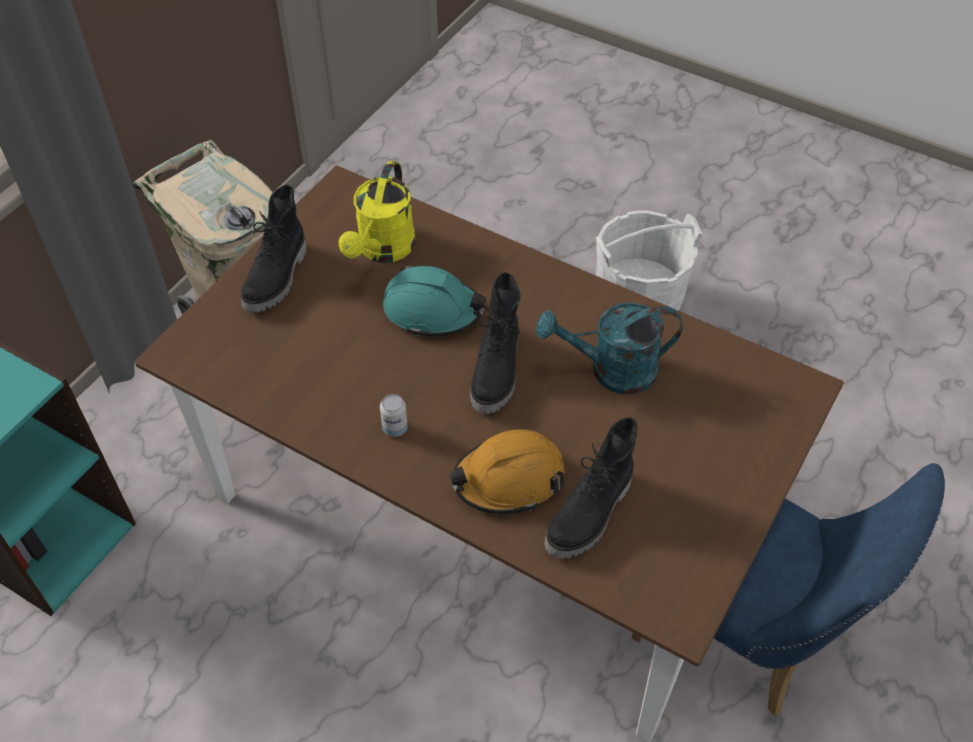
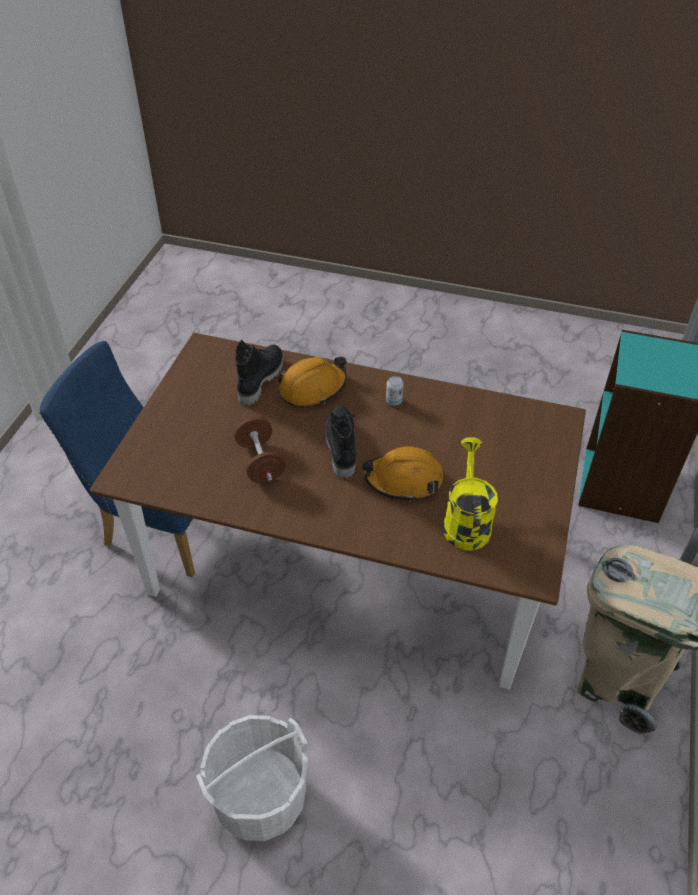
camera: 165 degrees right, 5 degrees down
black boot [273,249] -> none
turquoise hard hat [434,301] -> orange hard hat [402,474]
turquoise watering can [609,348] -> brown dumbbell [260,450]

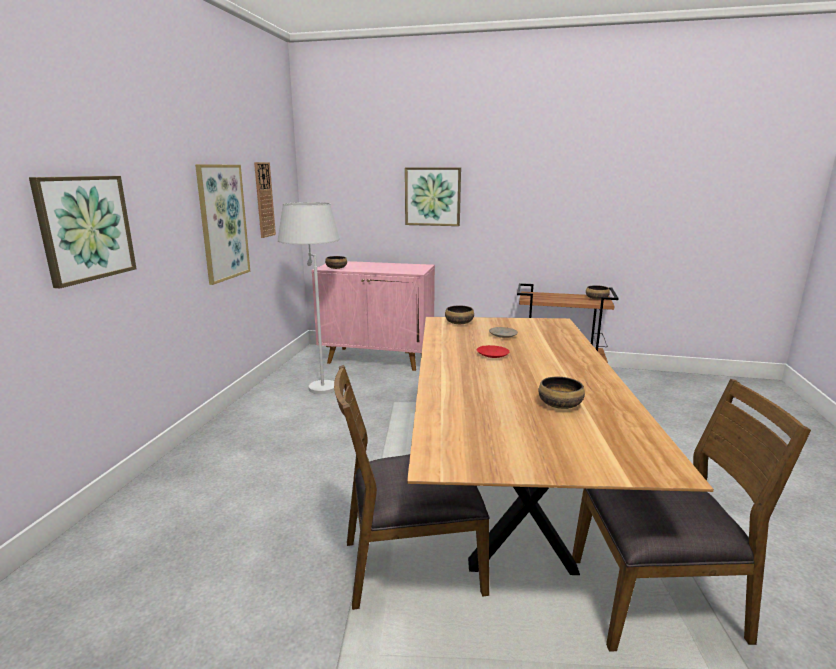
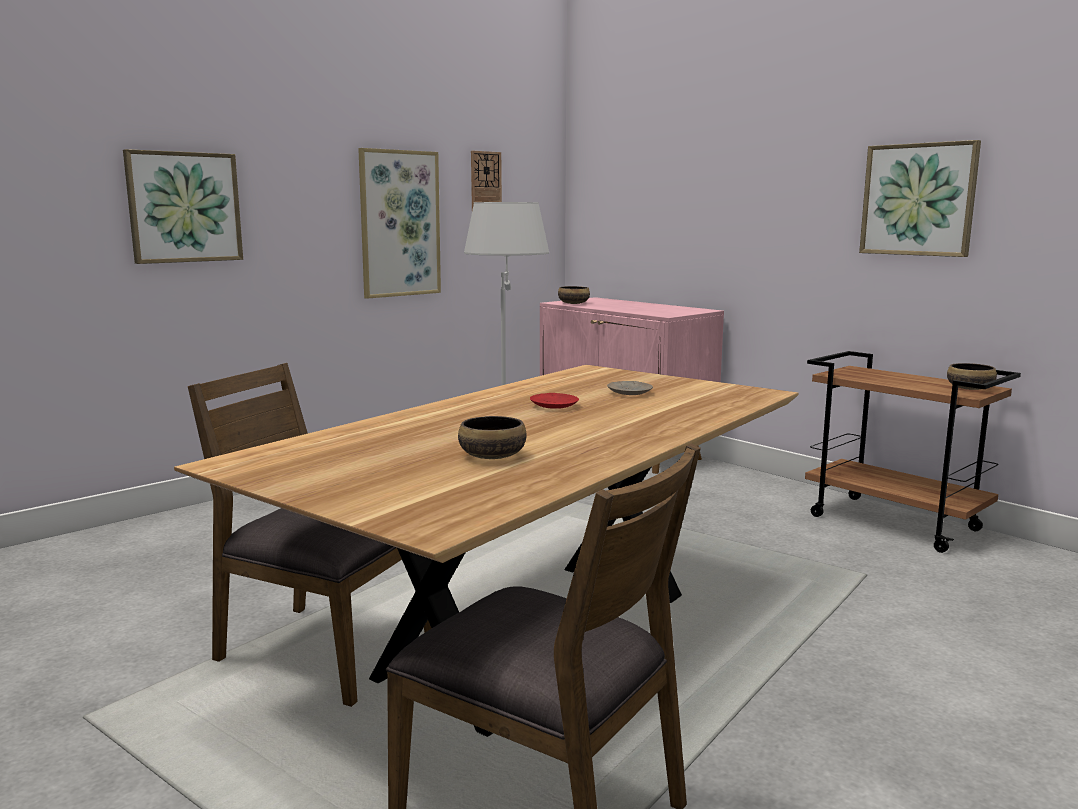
camera: 35 degrees right, 5 degrees down
picture [433,196] -> picture [920,198], shifted
bowl [459,315] -> none

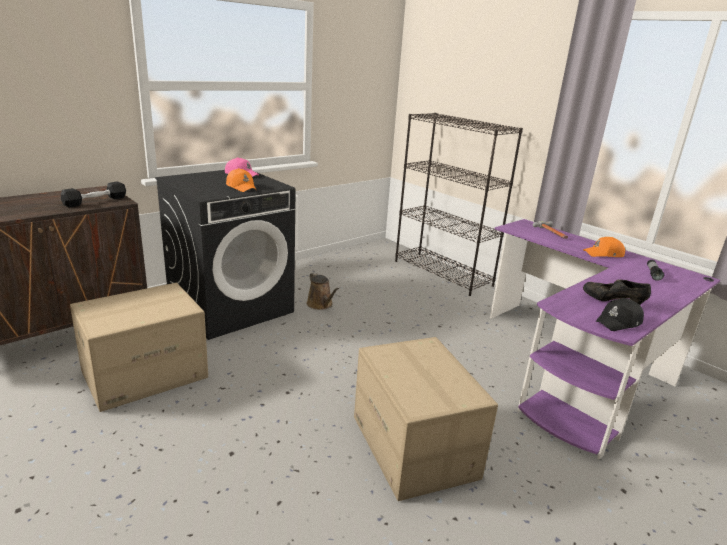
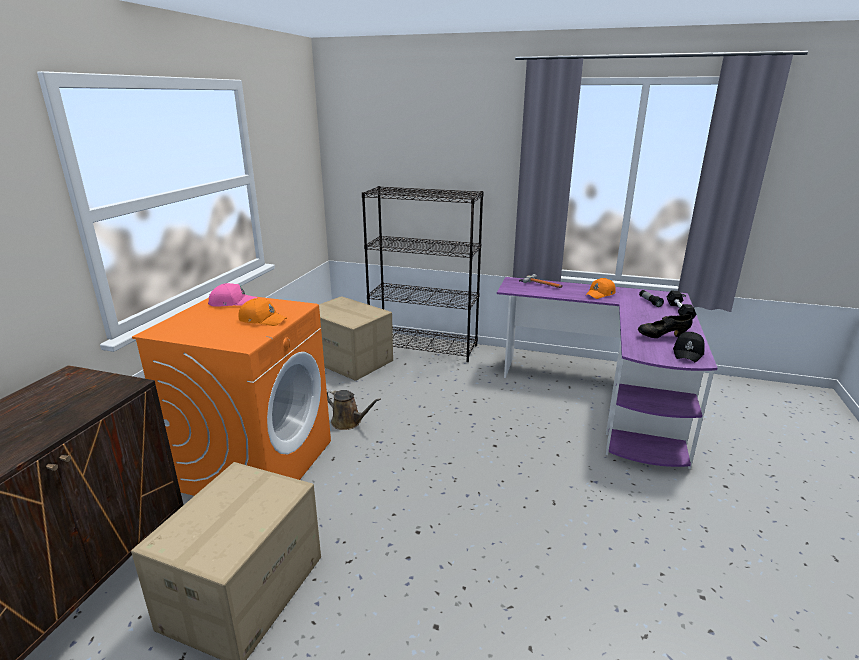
camera: 30 degrees left, 0 degrees up
black dumbbell [93,194] -> black dumbbell [681,305], shifted
black washing machine [225,255] -> orange washing machine [231,396]
cardboard box [426,419] -> cardboard box [356,338], shifted

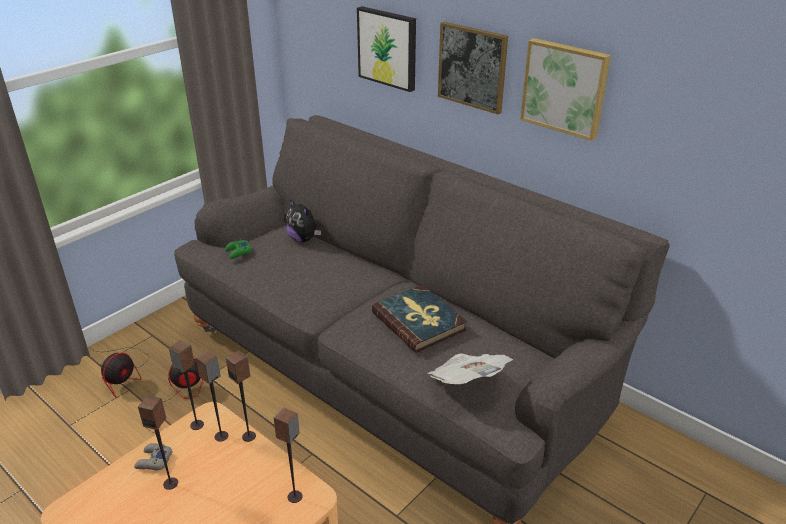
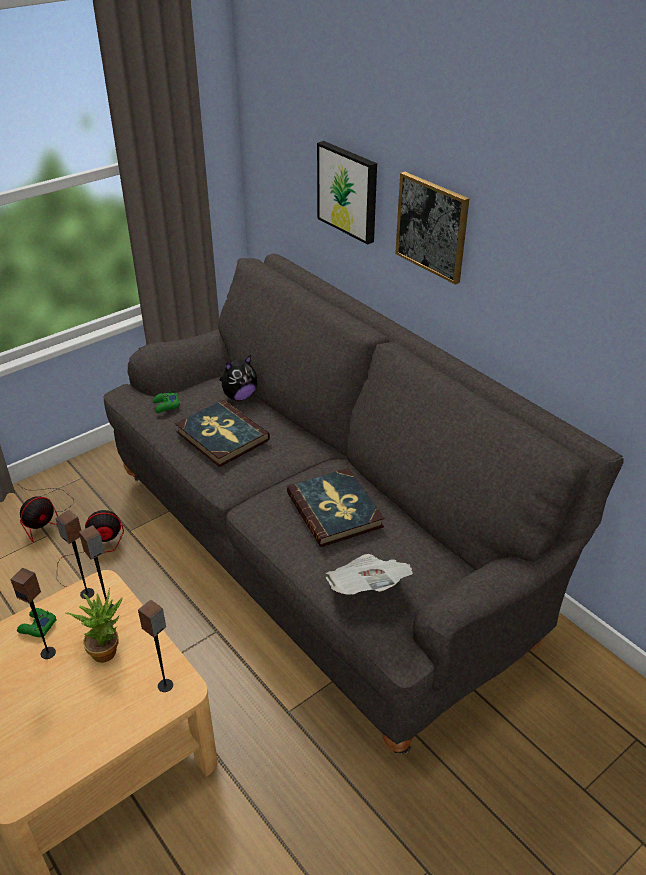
camera: 10 degrees right, 5 degrees up
grey game controller [153,456] -> green game controller [37,622]
speaker [241,396] -> none
plush toy [303,220] -> plush toy [238,377], 90 degrees counterclockwise
picture [565,89] -> none
none -> potted plant [94,625]
none -> book [222,433]

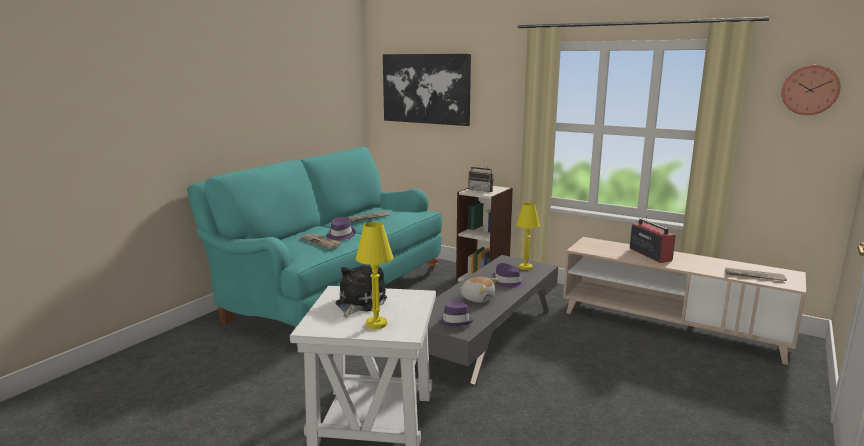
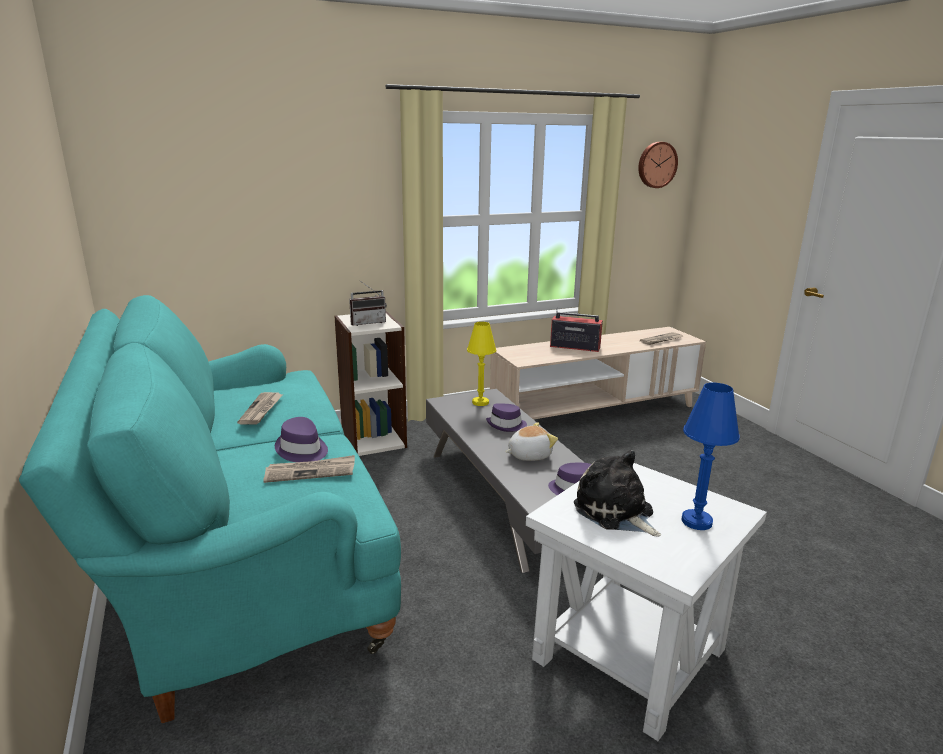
camera: 55 degrees left, 5 degrees up
yellow table lamp [374,275] -> blue table lamp [710,456]
picture [427,90] -> none

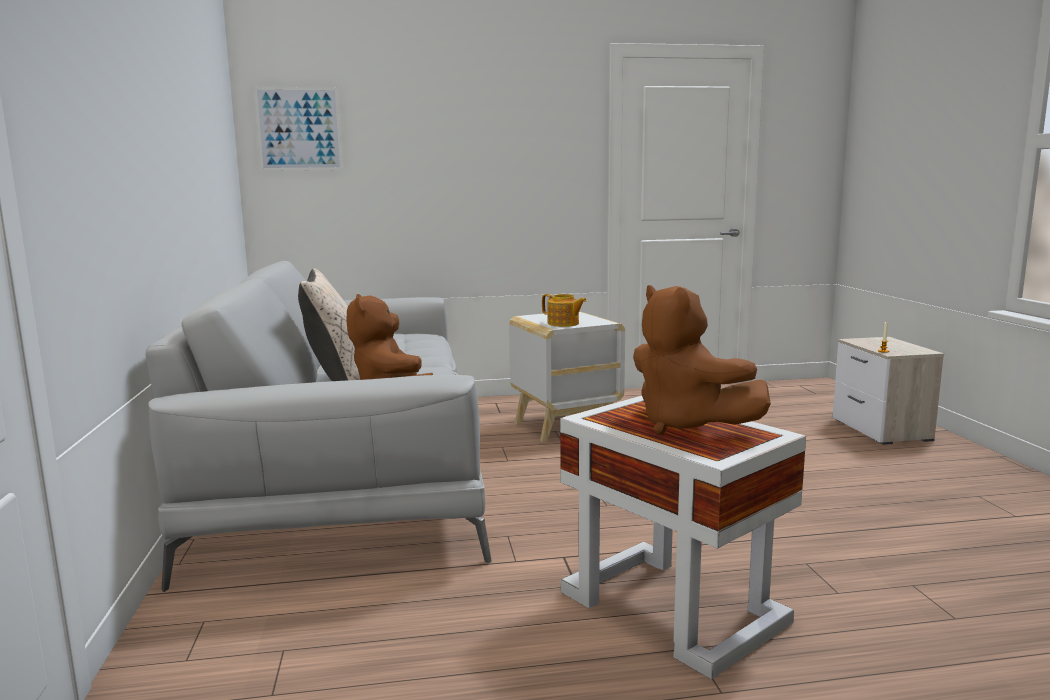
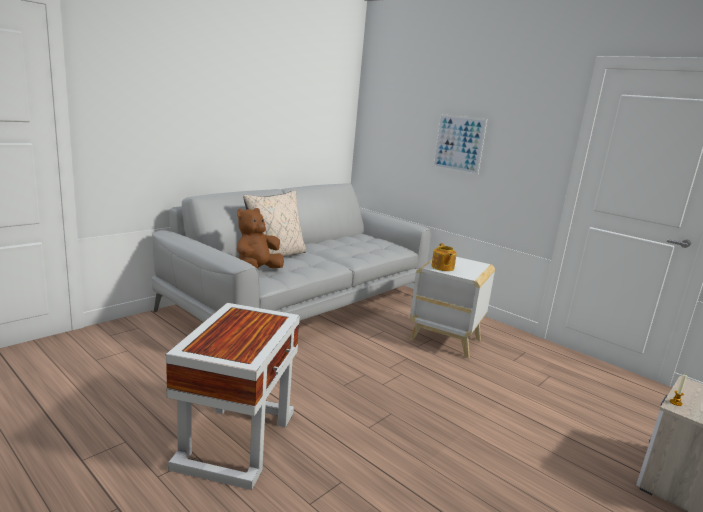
camera: 50 degrees right, 5 degrees up
picture [298,129] -> picture [459,144], shifted
brown plush toy [702,360] -> none

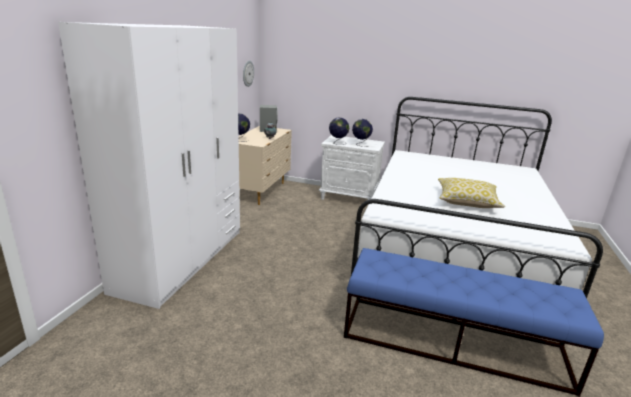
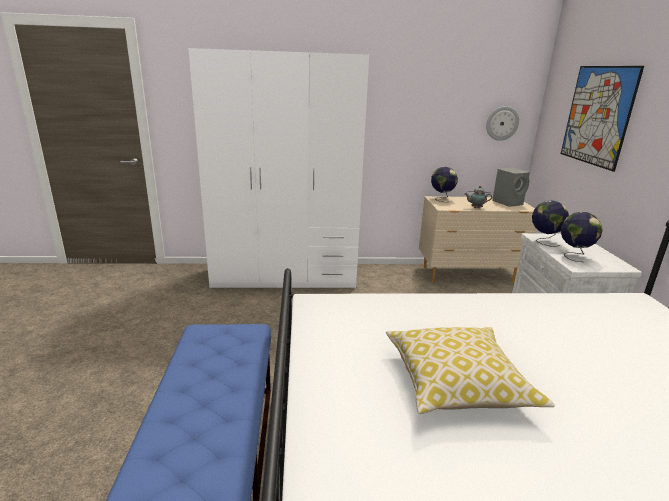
camera: 70 degrees right, 0 degrees up
none -> picture [602,119]

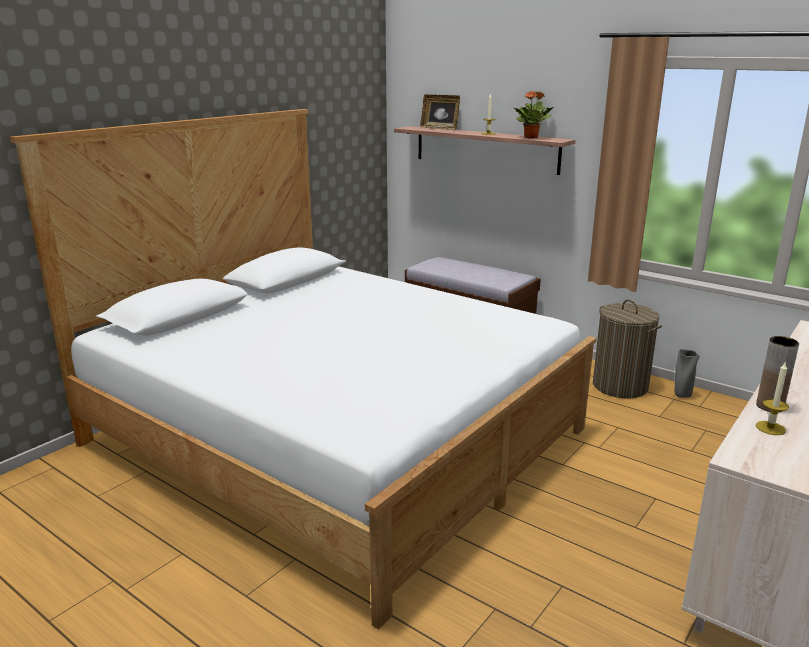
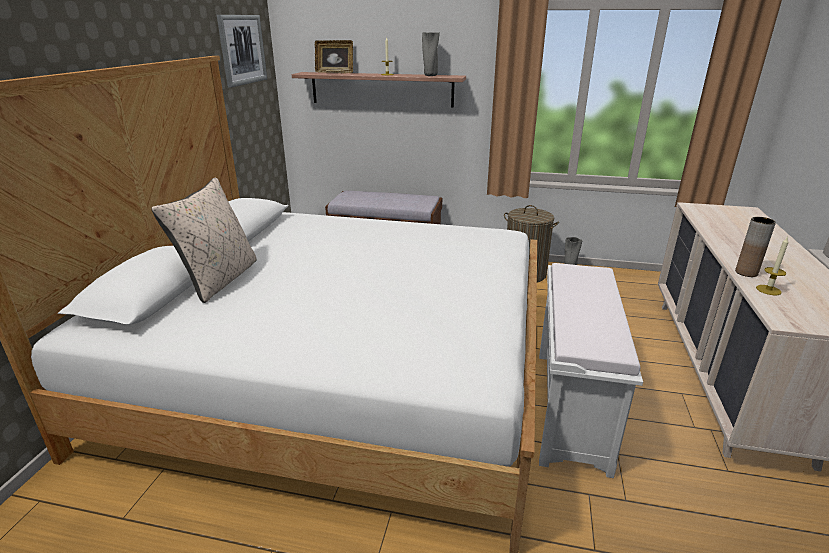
camera: 25 degrees left, 5 degrees up
potted plant [534,115] -> grey vase [431,54]
none -> beige pillow [204,240]
none -> picture [242,51]
none -> white bench [591,370]

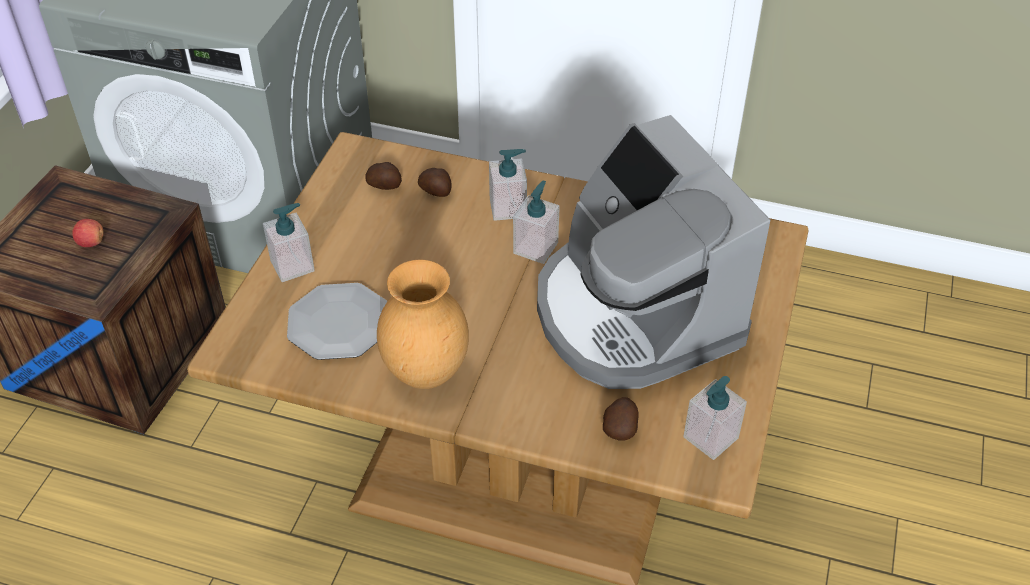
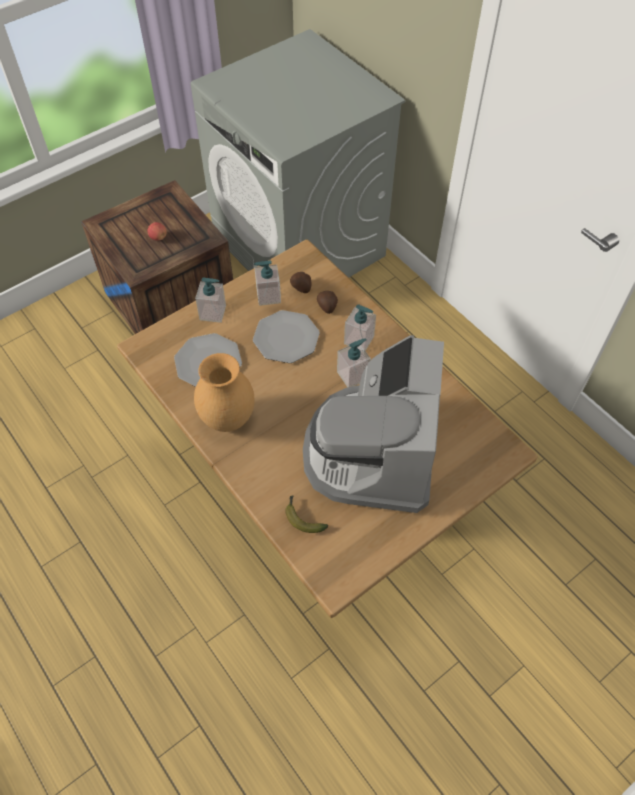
camera: 35 degrees right, 10 degrees up
potato [621,419] -> banana [306,514]
soap dispenser [715,418] -> soap dispenser [267,283], shifted
none -> plate [286,336]

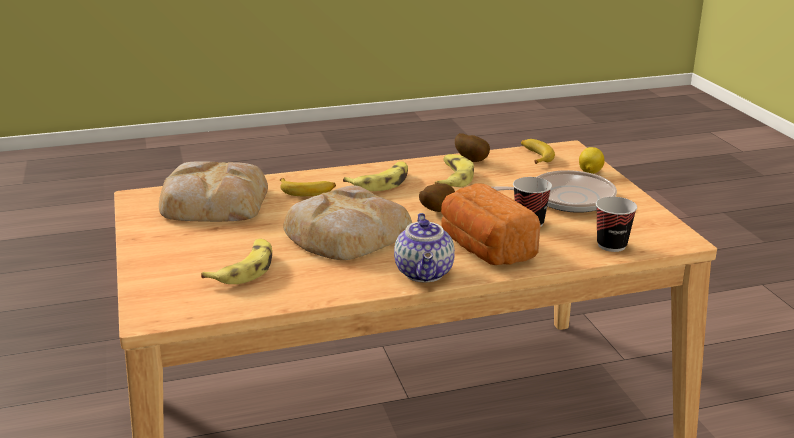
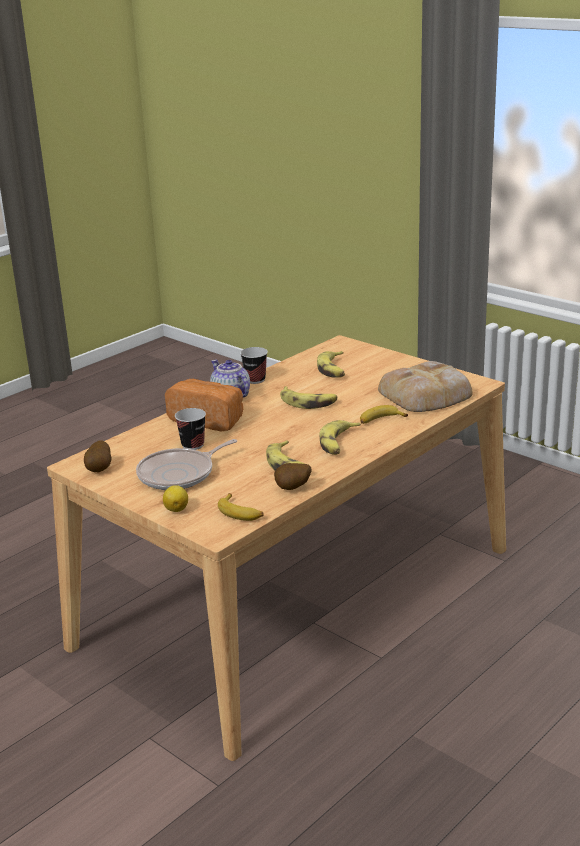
camera: 150 degrees right, 0 degrees up
bread [347,222] -> banana [308,397]
potato [437,197] -> potato [98,456], shifted
cup [616,224] -> cup [254,365], shifted

